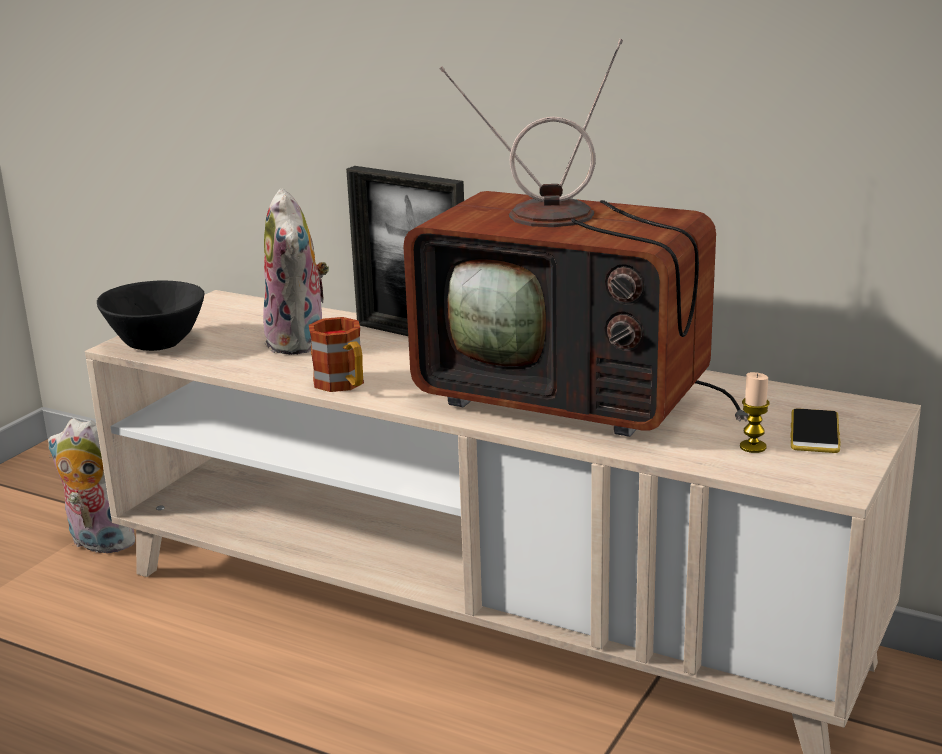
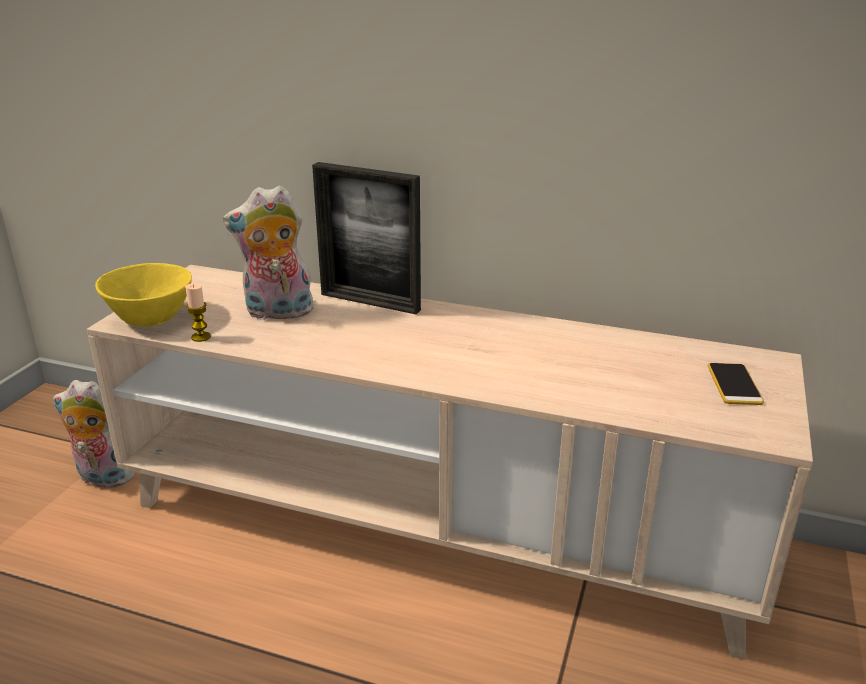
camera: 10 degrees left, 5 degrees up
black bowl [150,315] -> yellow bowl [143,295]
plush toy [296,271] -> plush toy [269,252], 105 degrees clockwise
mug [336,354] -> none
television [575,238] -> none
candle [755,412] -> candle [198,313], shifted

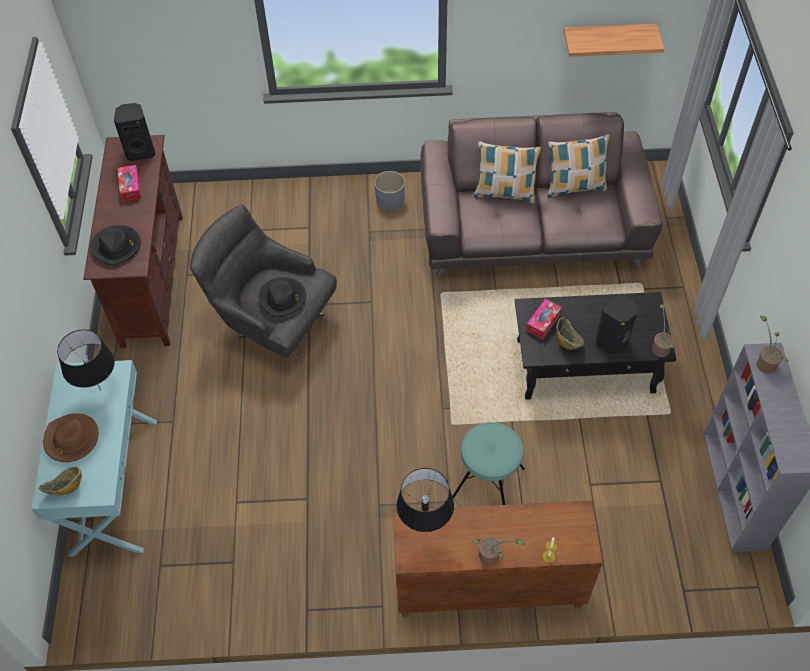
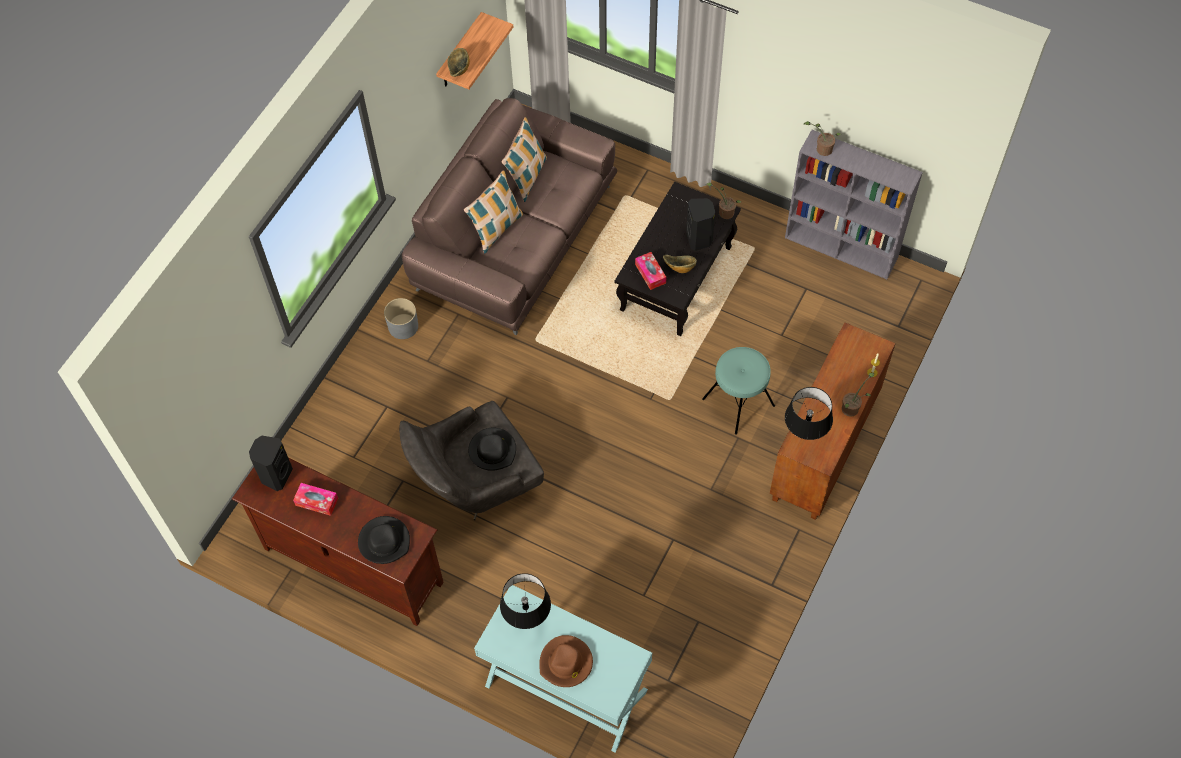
camera: 60 degrees left, 5 degrees up
bowl [60,481] -> bowl [458,62], shifted

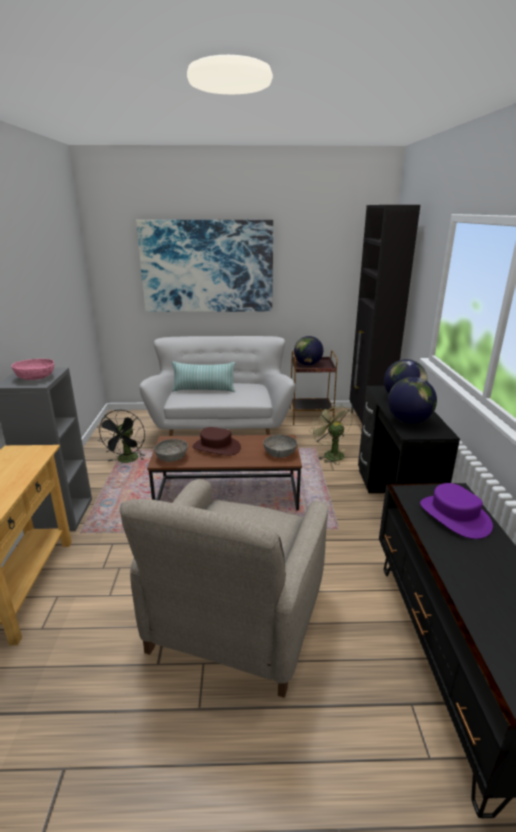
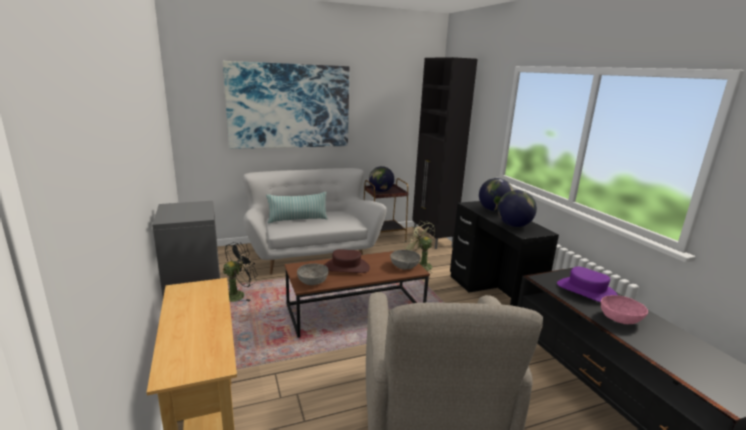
camera: 20 degrees left, 5 degrees down
pink bowl [32,369] -> pink bowl [624,309], shifted
black fan [121,436] -> black fan [240,272], 120 degrees counterclockwise

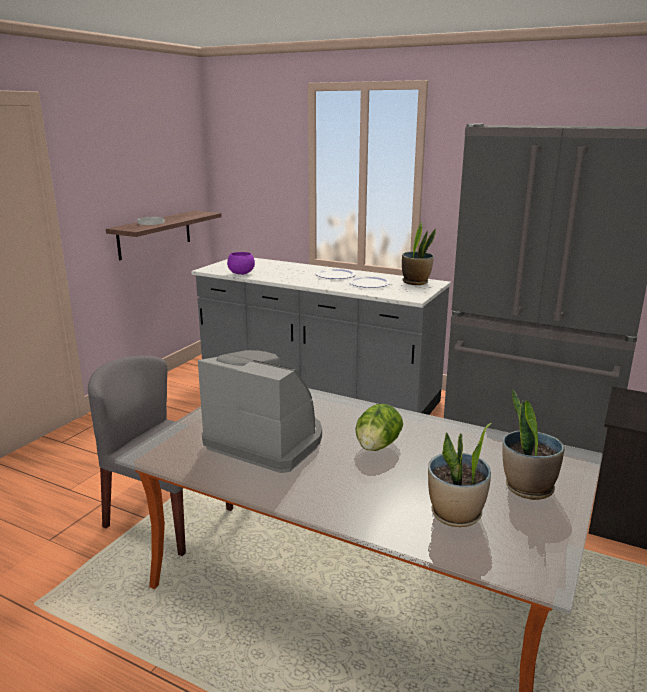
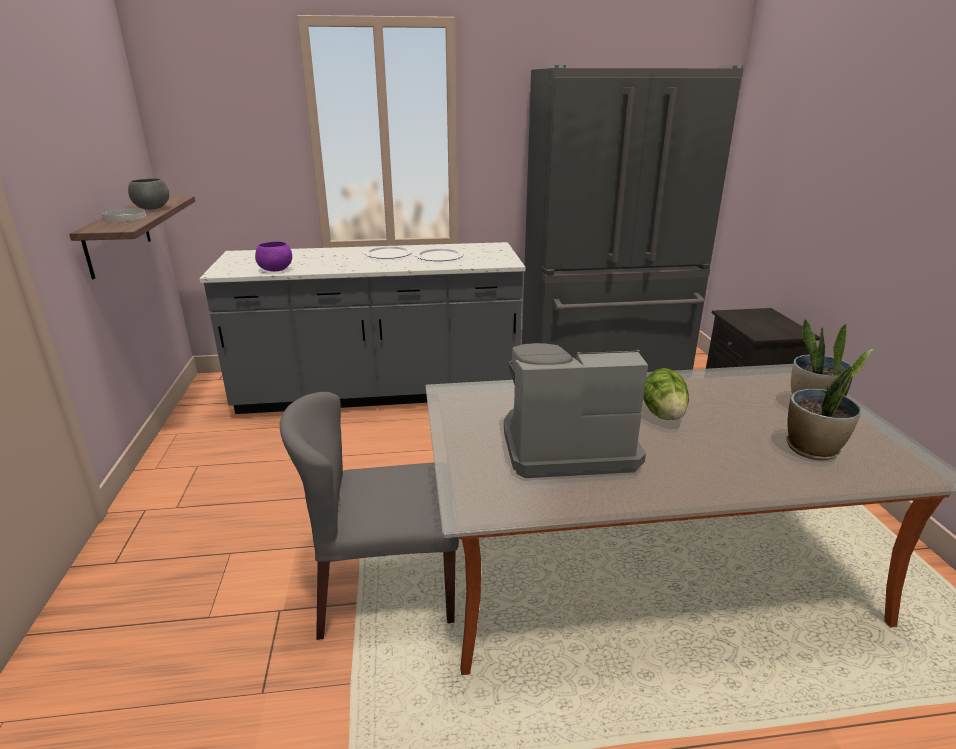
camera: 35 degrees left, 5 degrees up
potted plant [419,253] -> none
none -> grey bowl [148,194]

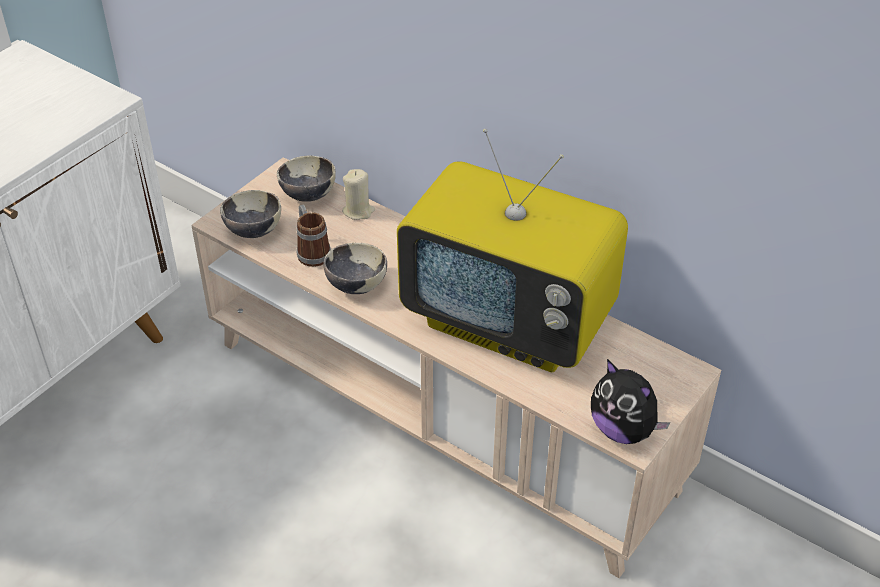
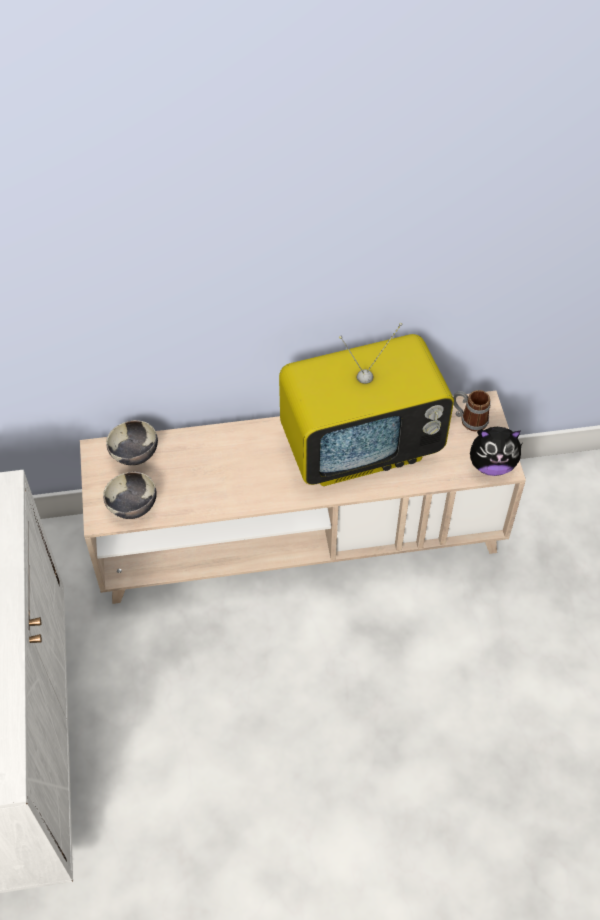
camera: 45 degrees left, 10 degrees up
mug [313,236] -> mug [472,411], shifted
bowl [355,268] -> none
beige candle [358,194] -> none

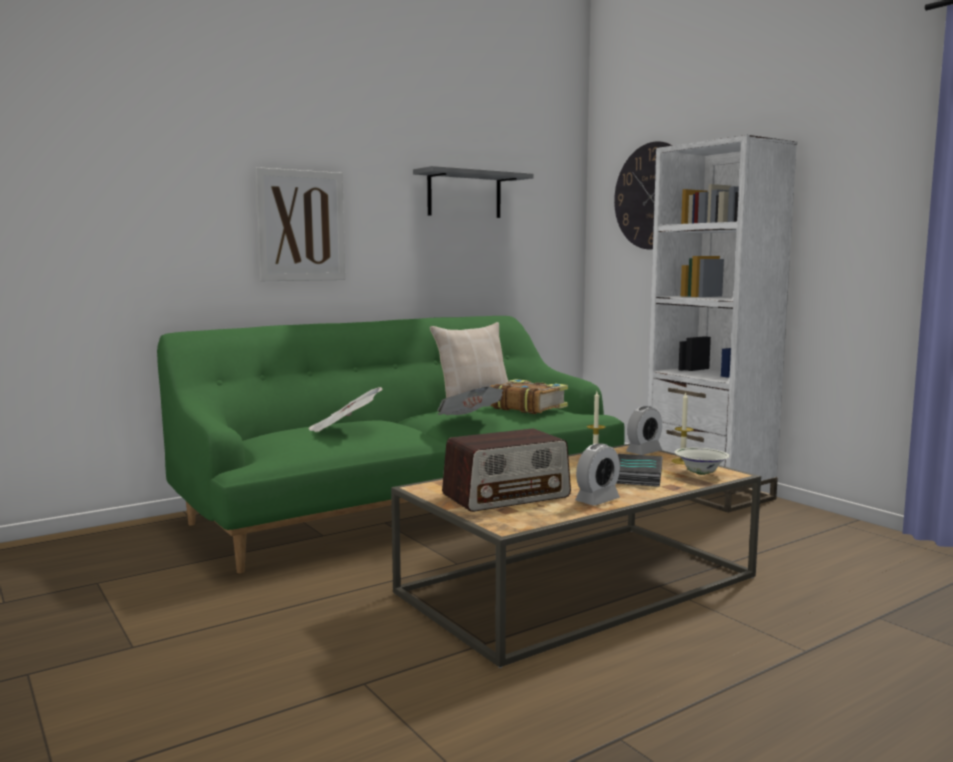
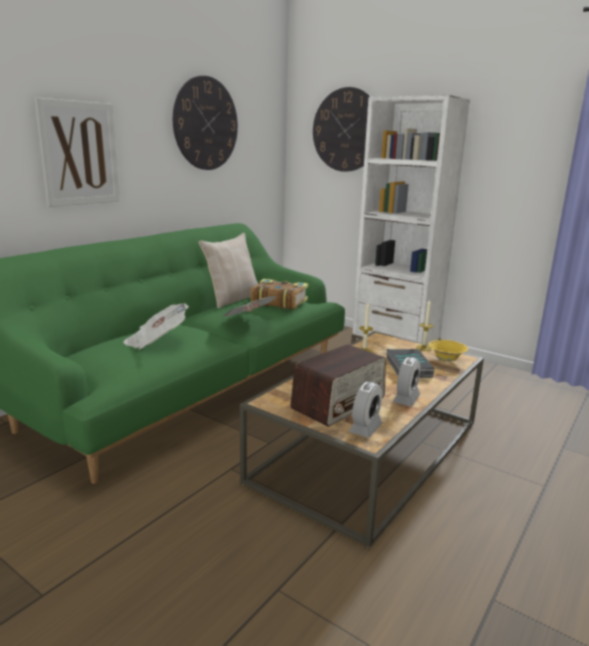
camera: 20 degrees left, 10 degrees up
grey shelf [473,192] -> wall clock [205,123]
alarm clock [644,430] -> alarm clock [365,410], shifted
white bowl [702,461] -> yellow bowl [448,350]

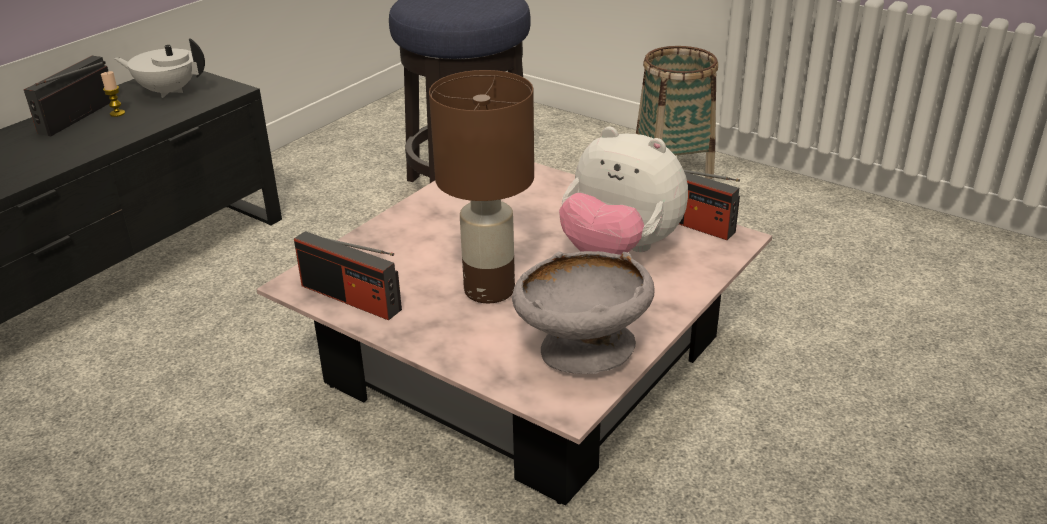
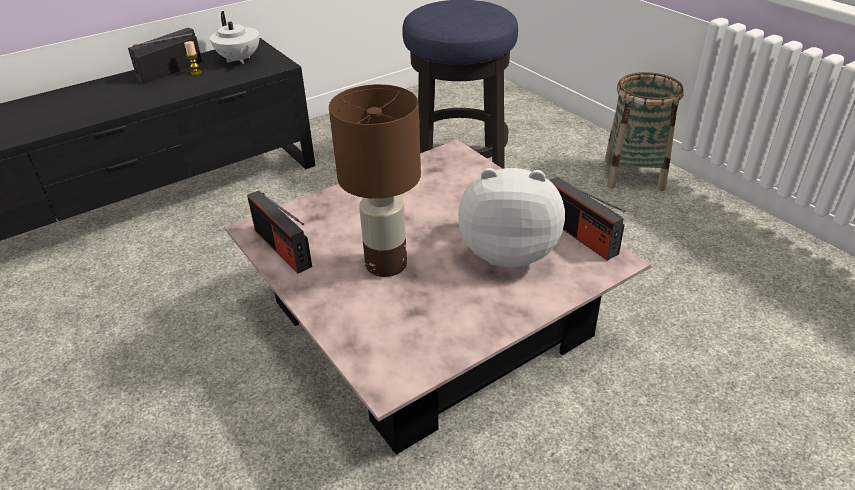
camera: 20 degrees right, 5 degrees up
white teapot [159,68] -> white teapot [234,37], 150 degrees counterclockwise
grey bowl [583,312] -> none
plush toy [623,191] -> plush toy [511,217], 135 degrees clockwise

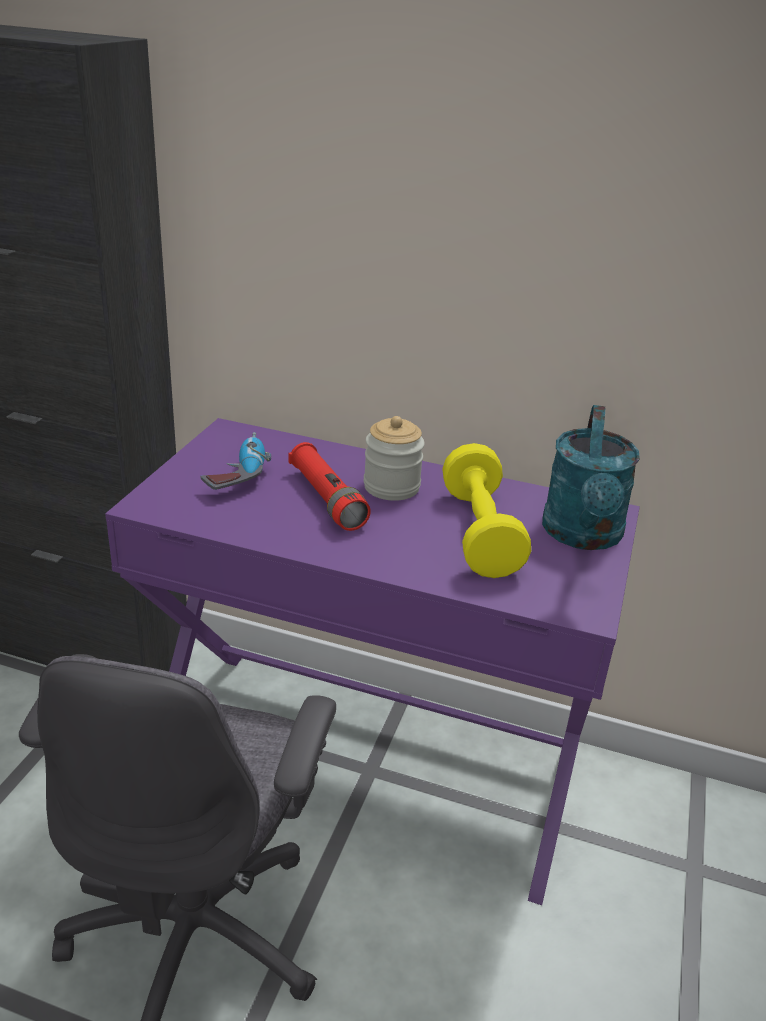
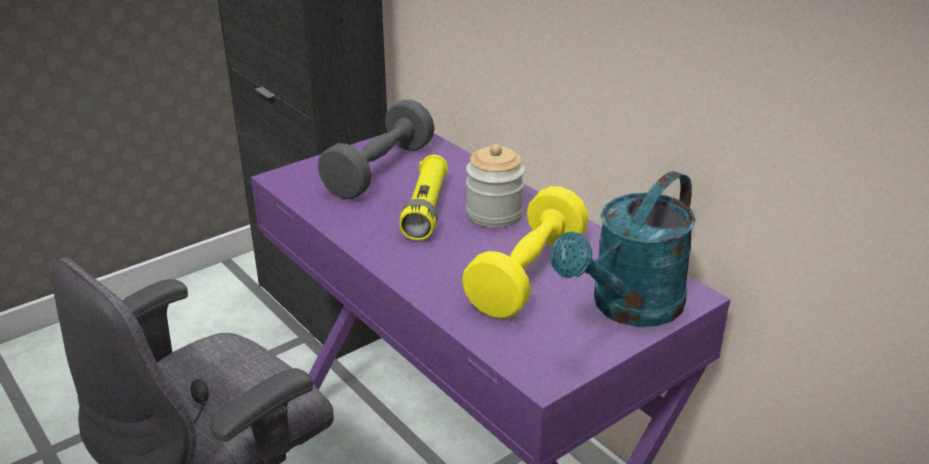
camera: 35 degrees right, 0 degrees up
power drill [236,461] -> grey dumbbell [376,149]
red flashlight [330,486] -> yellow flashlight [423,198]

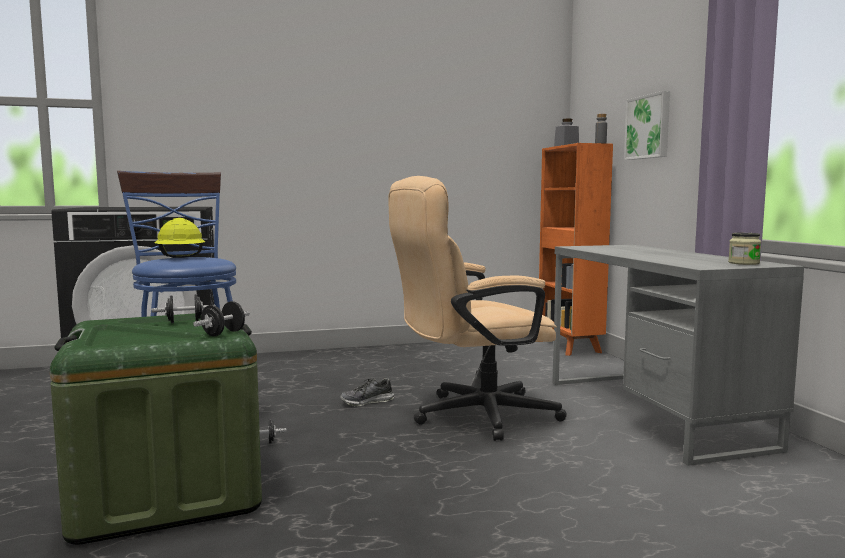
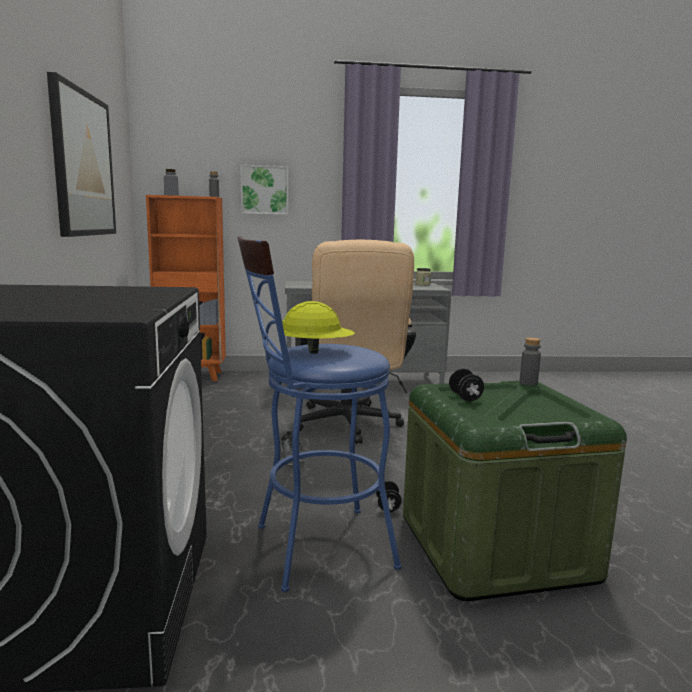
camera: 80 degrees left, 5 degrees up
black dumbbell [221,318] -> grey bottle [530,362]
none -> picture [81,154]

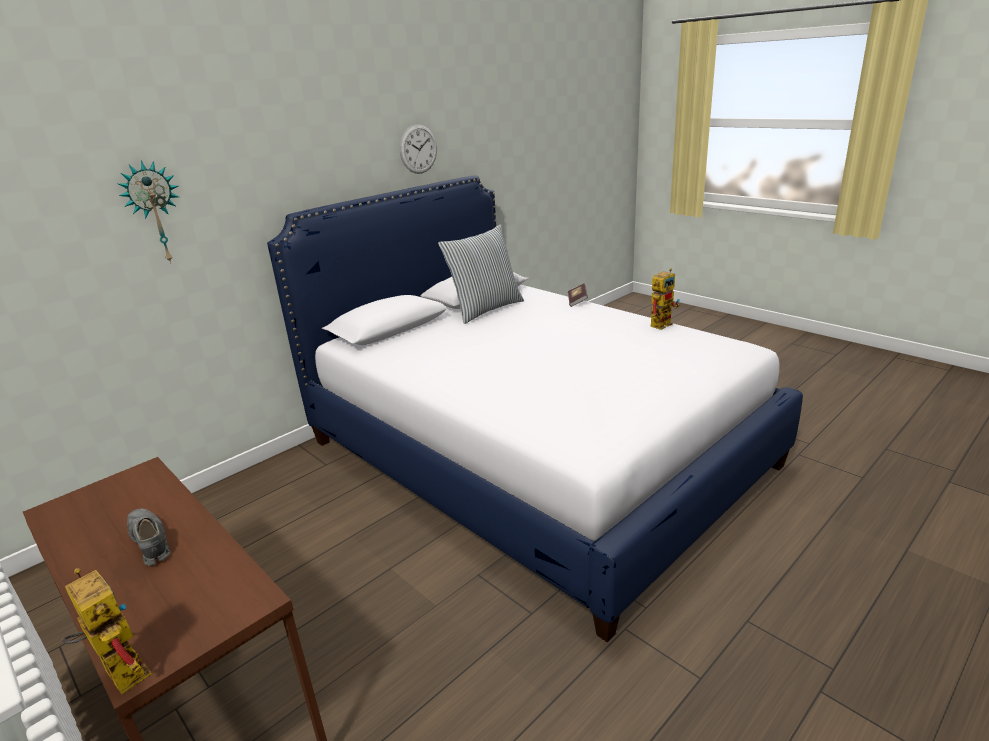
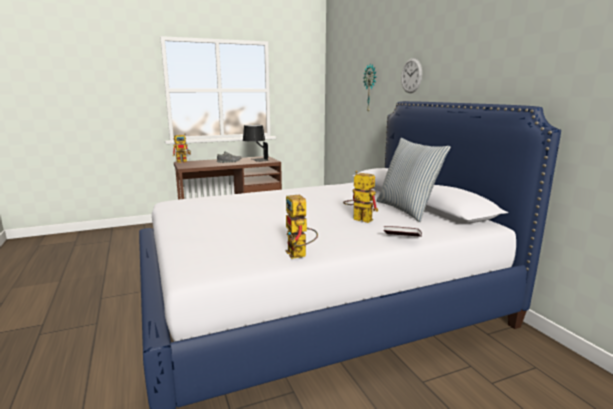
camera: 110 degrees right, 10 degrees down
wall clock [418,149] -> wall clock [411,75], shifted
none -> black table lamp [256,143]
none -> toy robot [360,197]

